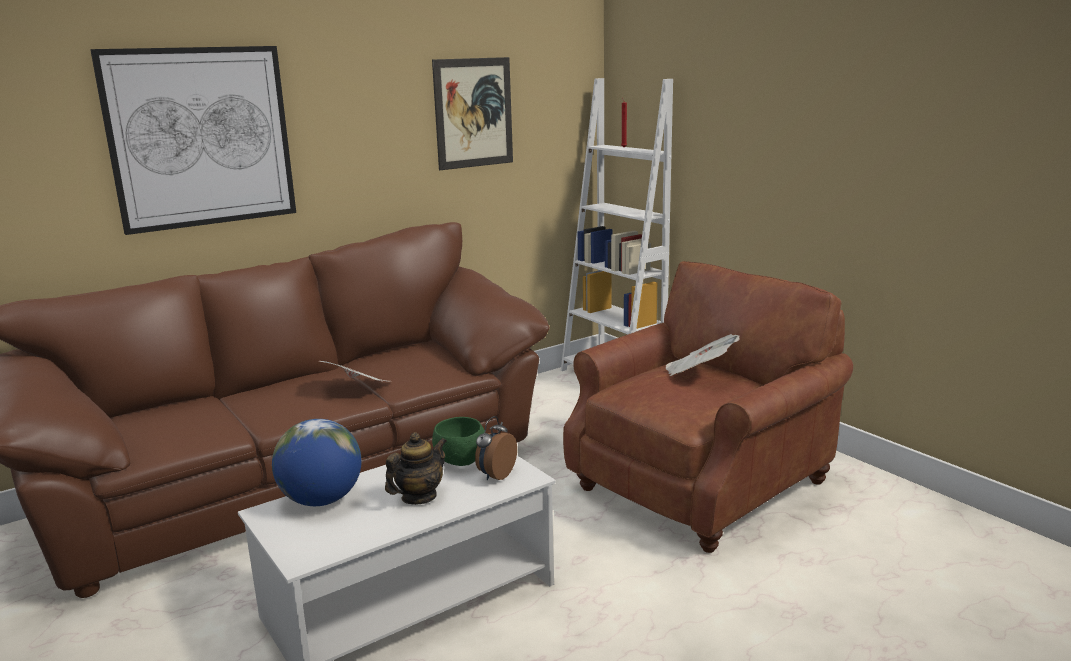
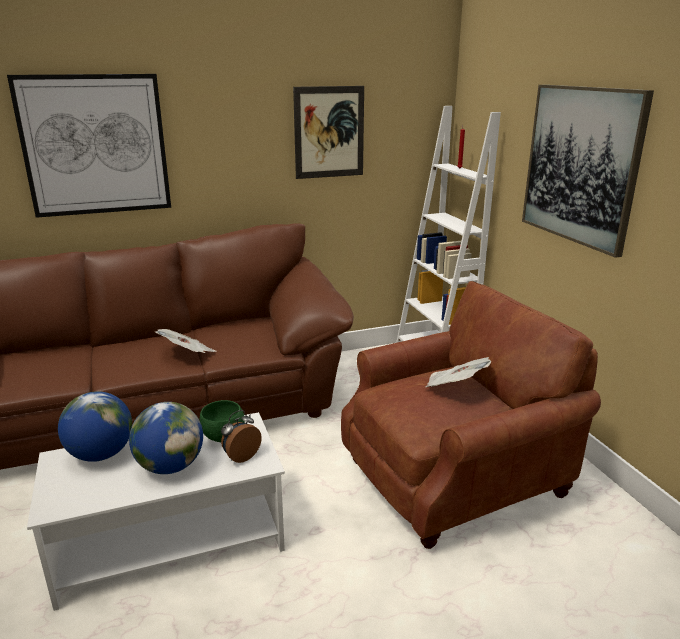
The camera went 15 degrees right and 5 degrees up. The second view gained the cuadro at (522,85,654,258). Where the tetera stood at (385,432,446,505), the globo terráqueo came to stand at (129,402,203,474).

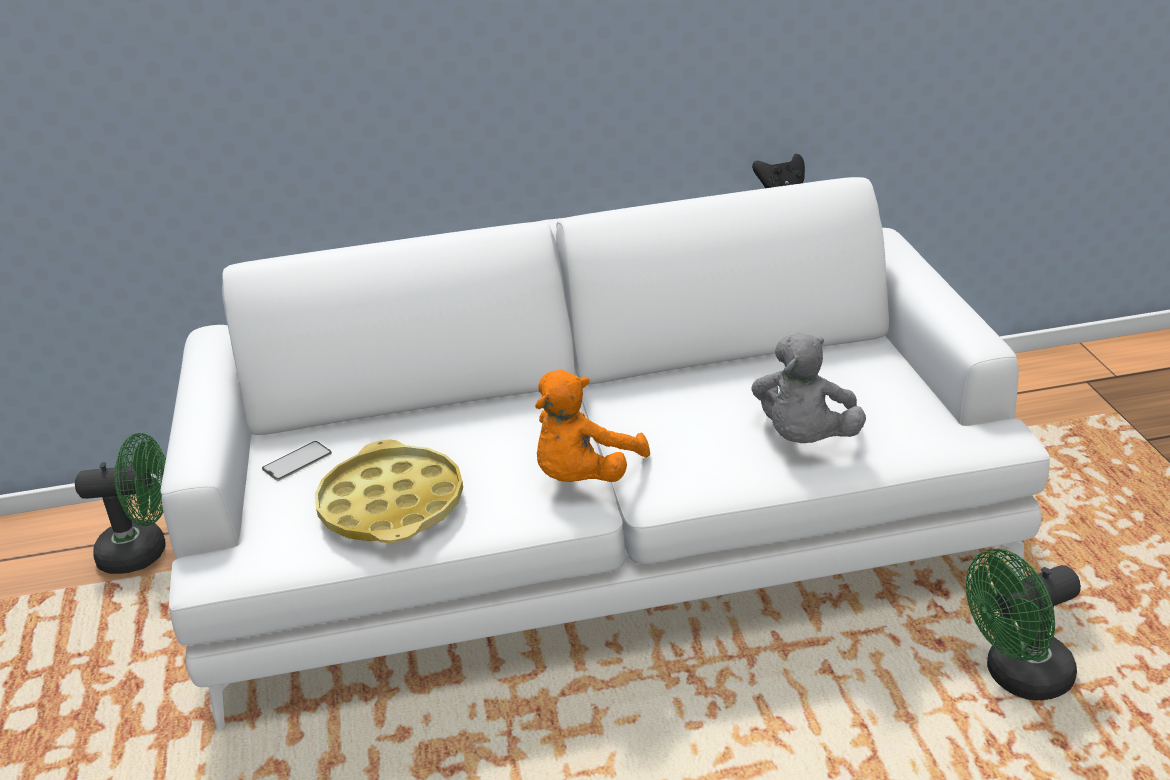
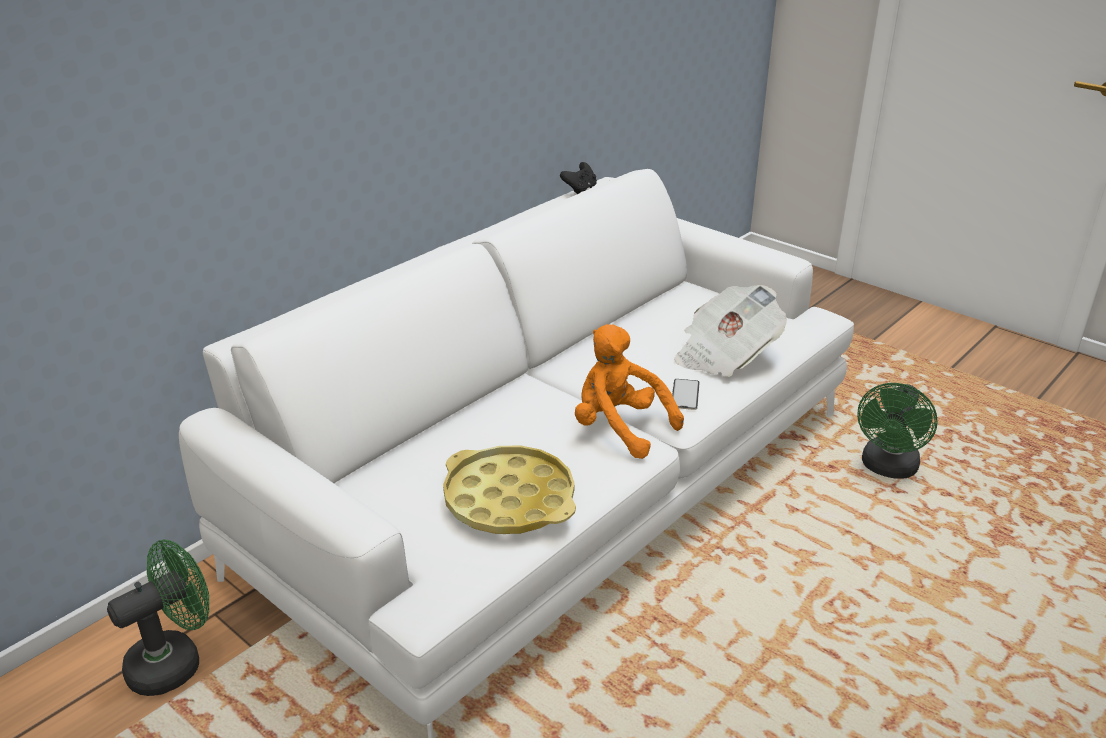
The camera went 40 degrees left and 0 degrees up. The móvil ended up elsewhere, having gone from (262,441,332,481) to (672,379,700,410). Where the peluche [gris] stood at (751,332,866,443), the periódico came to stand at (674,285,787,377). The peluche [naranja] at (535,369,650,482) ended up facing another way, 135 degrees clockwise from before.

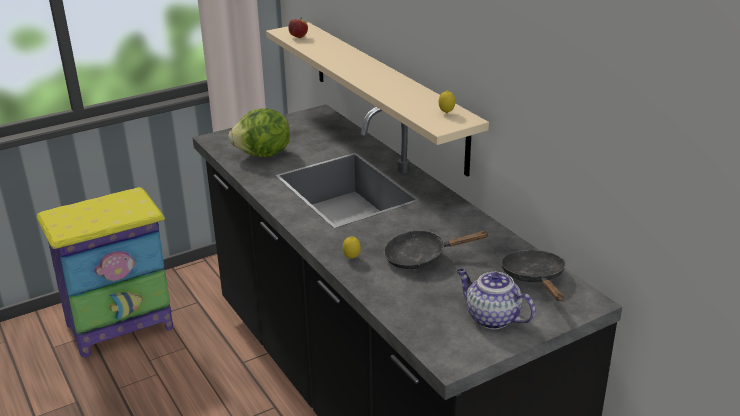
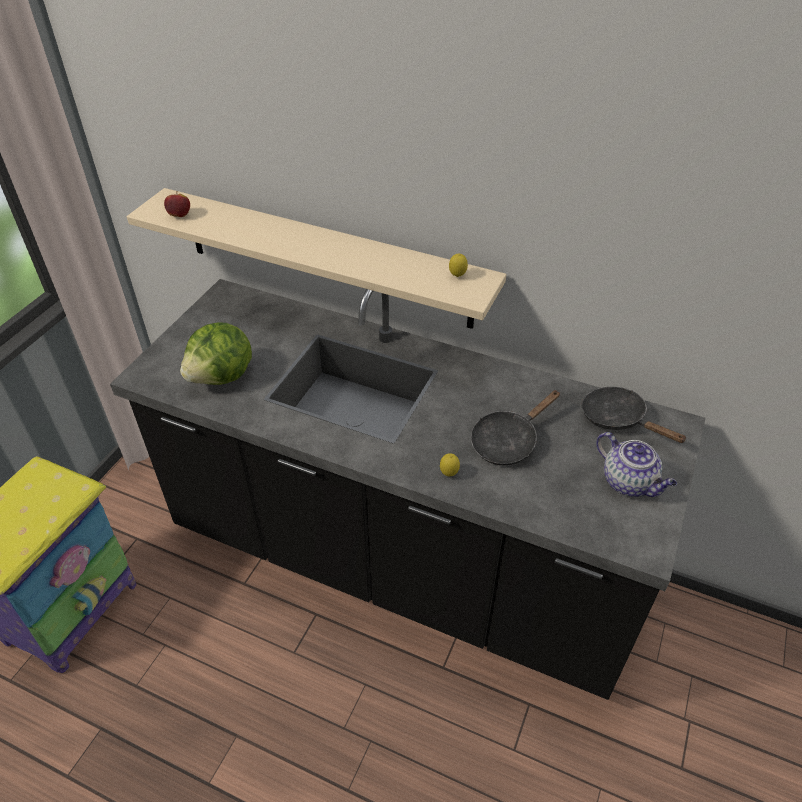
The camera went 35 degrees left and 15 degrees up. The tetera at (457,269,535,329) ended up facing another way, 135 degrees counterclockwise from before.

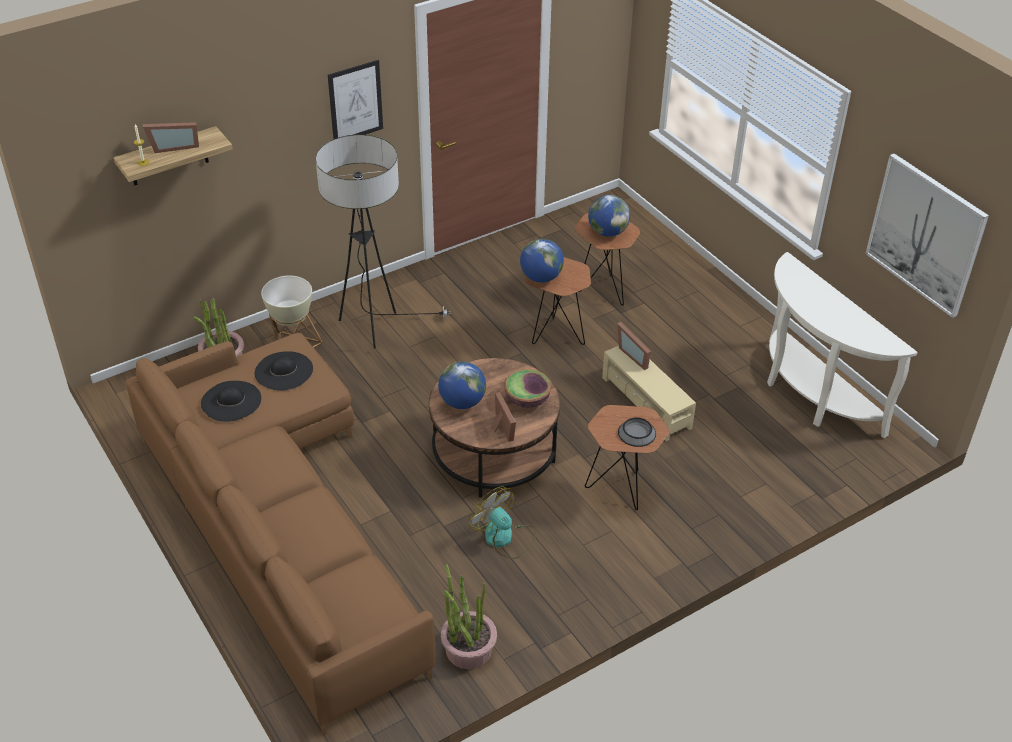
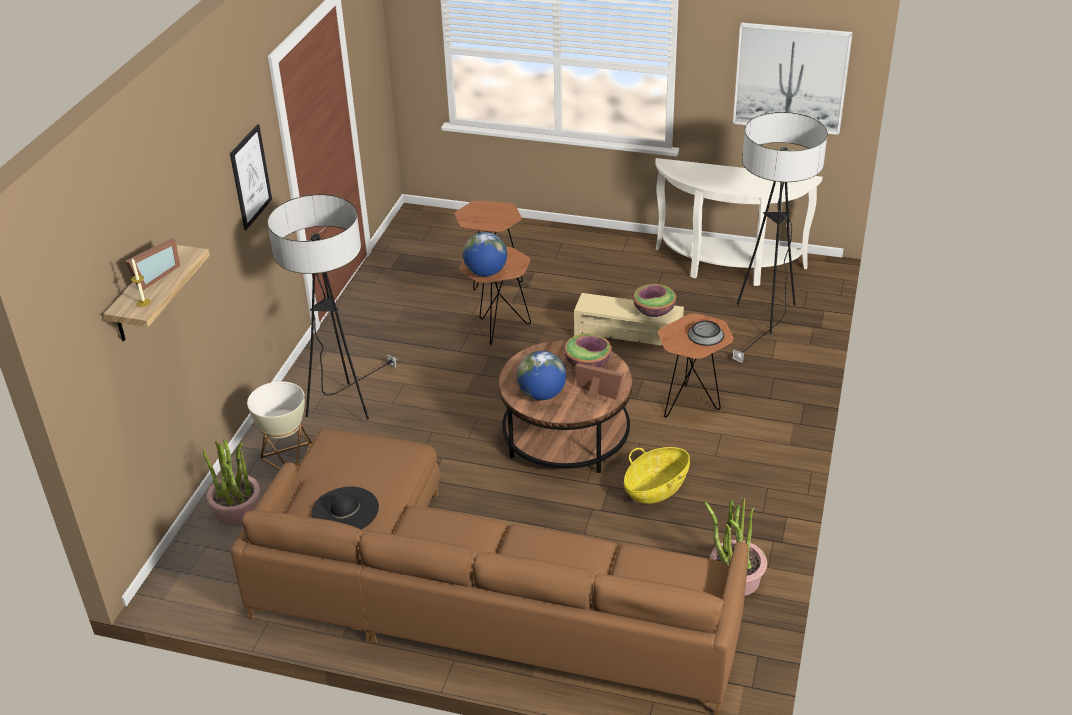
The camera went 40 degrees left and 5 degrees down. The second view lost the sombrero [negro] at (255,351,313,391). The second view lost the globo terráqueo at (588,195,630,237). The second view lost the portarretratos at (617,322,651,370). The second view gained the cuenco at (633,284,676,317). The second view gained the lámpara de pie at (733,112,828,363). Where the ventilador stood at (469,486,536,559), the cesta came to stand at (624,447,690,504).

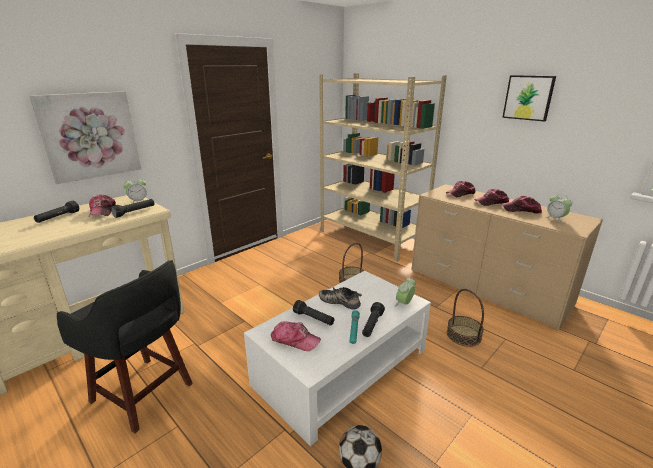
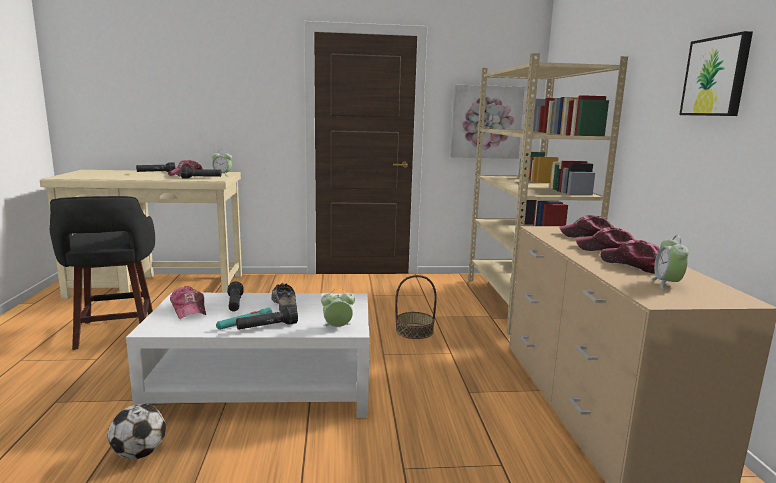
The camera went 40 degrees right and 10 degrees down. The second view lost the cesta at (447,289,484,347). The cuadro ended up elsewhere, having gone from (30,91,141,184) to (450,85,525,159).

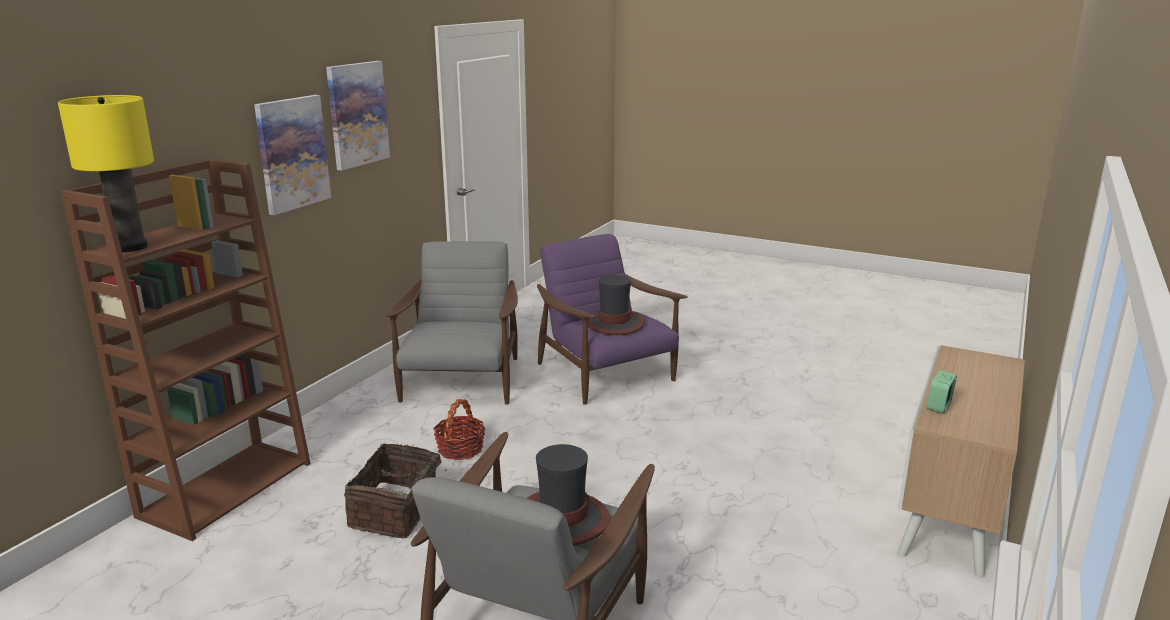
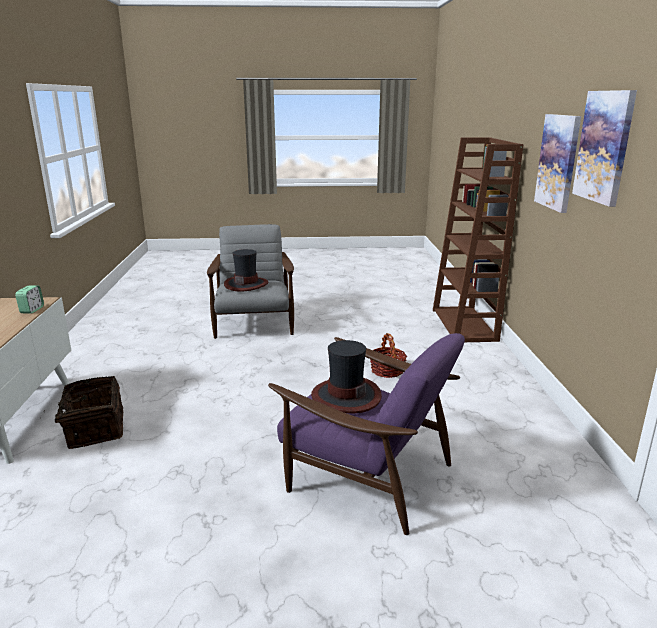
The camera went 150 degrees right and 0 degrees up. The second view lost the lámpara de mesa [amarillo] at (58,95,154,252). The second view lost the sillón [gris] at (386,241,518,405). The cesta ended up elsewhere, having gone from (344,443,454,539) to (40,376,123,449).

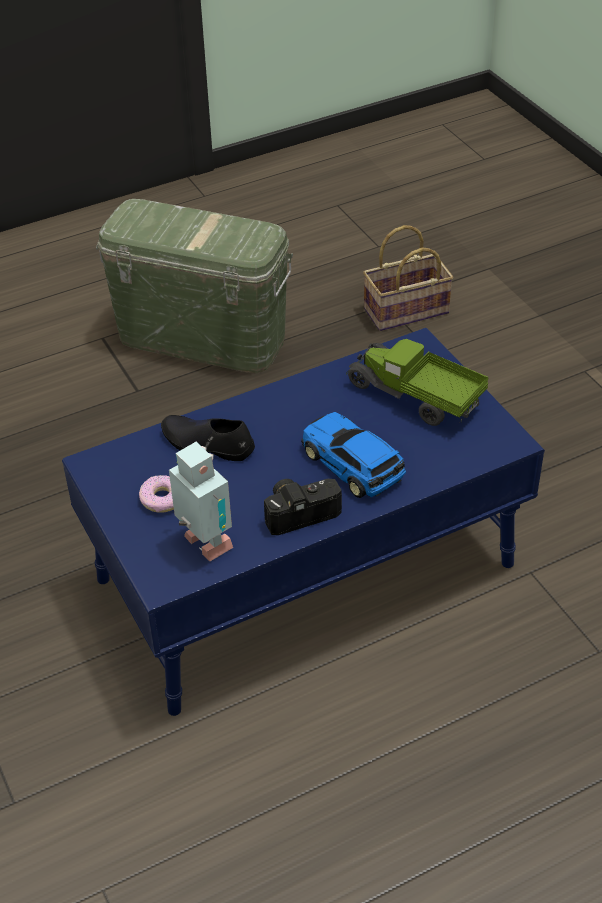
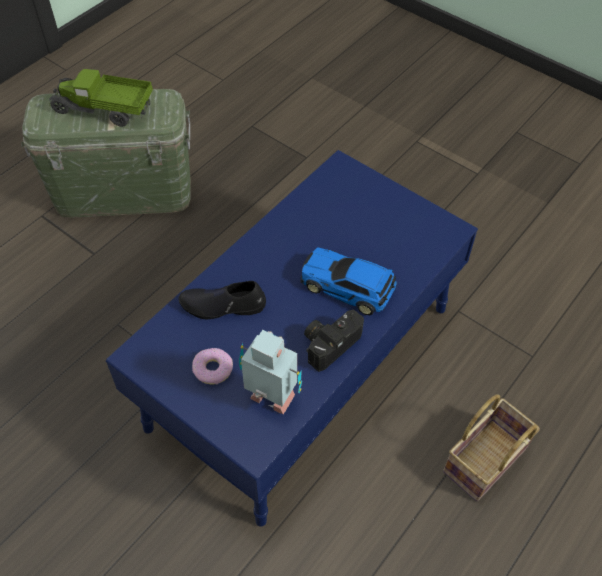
The camera went 25 degrees left and 10 degrees up. The camión de juguete ended up elsewhere, having gone from (346,339,489,426) to (49,69,153,127). The cesta ended up elsewhere, having gone from (363,225,453,331) to (443,394,540,501).

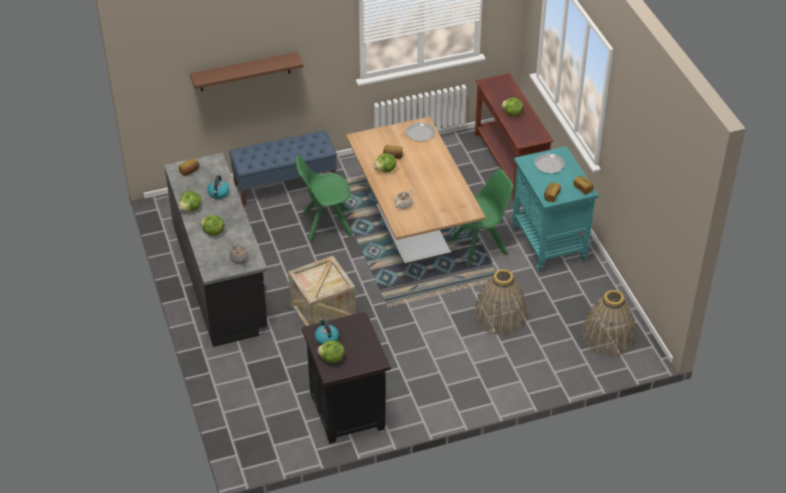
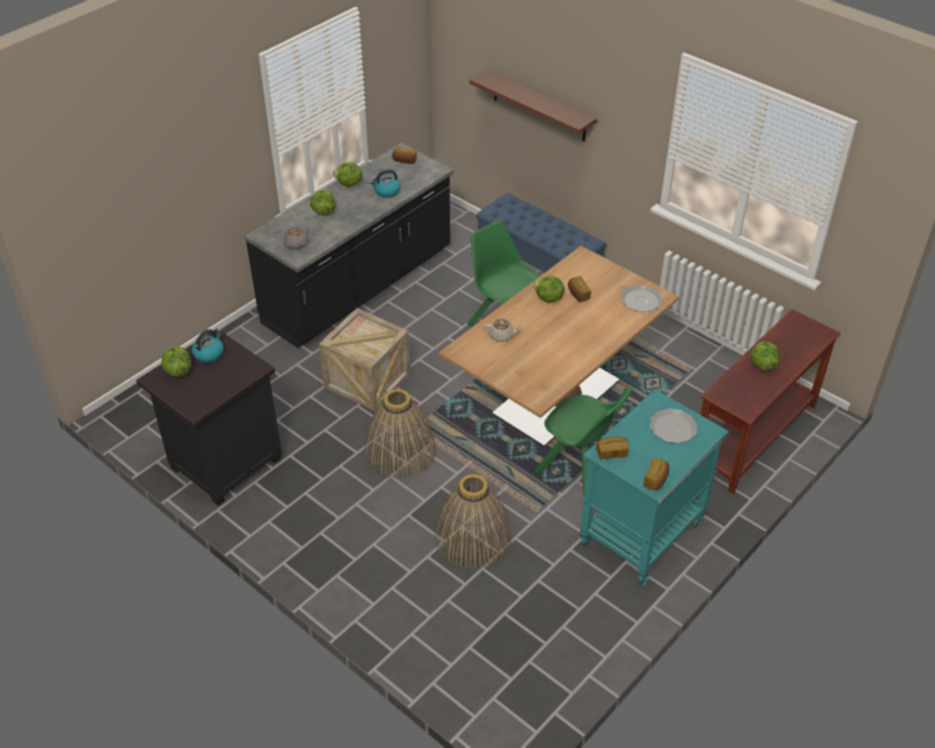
The camera went 60 degrees right and 0 degrees up. The cesta ended up elsewhere, having gone from (581,290,636,357) to (364,389,436,479).

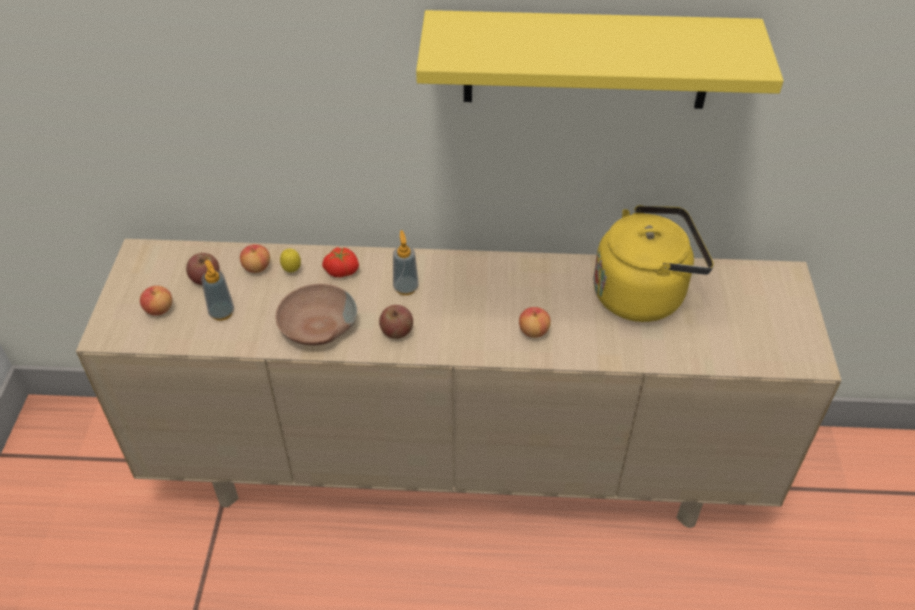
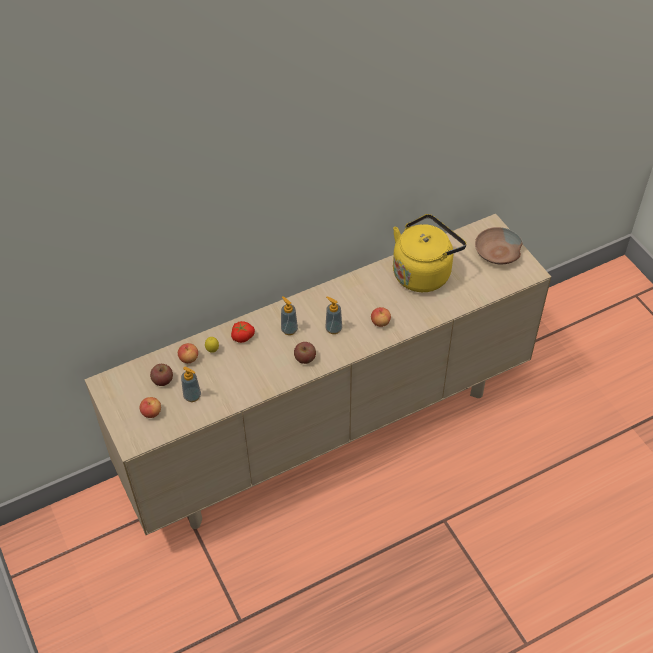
The camera went 30 degrees left and 5 degrees up. The second view lost the estante [amarillo] at (416,10,783,109). The second view gained the dispensador de jabón at (325,297,342,334). The cuenco [marrón] ended up elsewhere, having gone from (275,284,357,345) to (475,227,523,264).

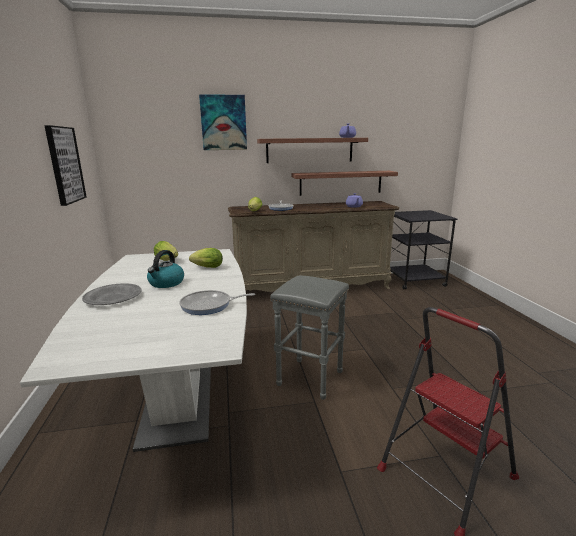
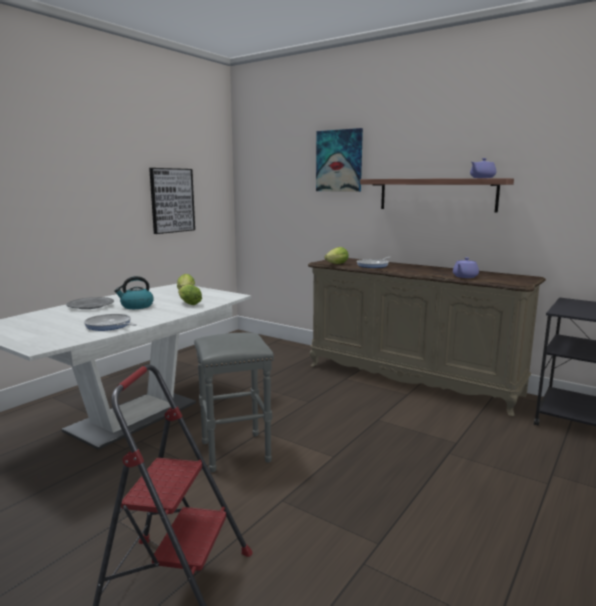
The camera went 45 degrees right and 5 degrees down. The second view lost the estante at (291,171,398,196).

